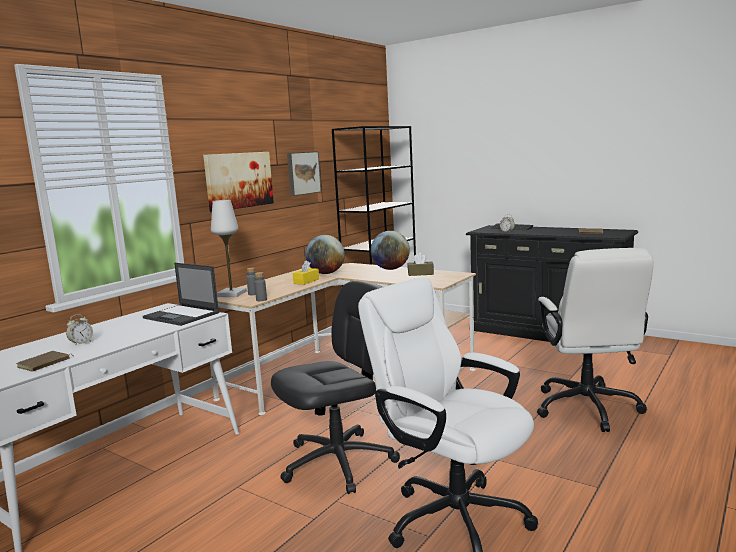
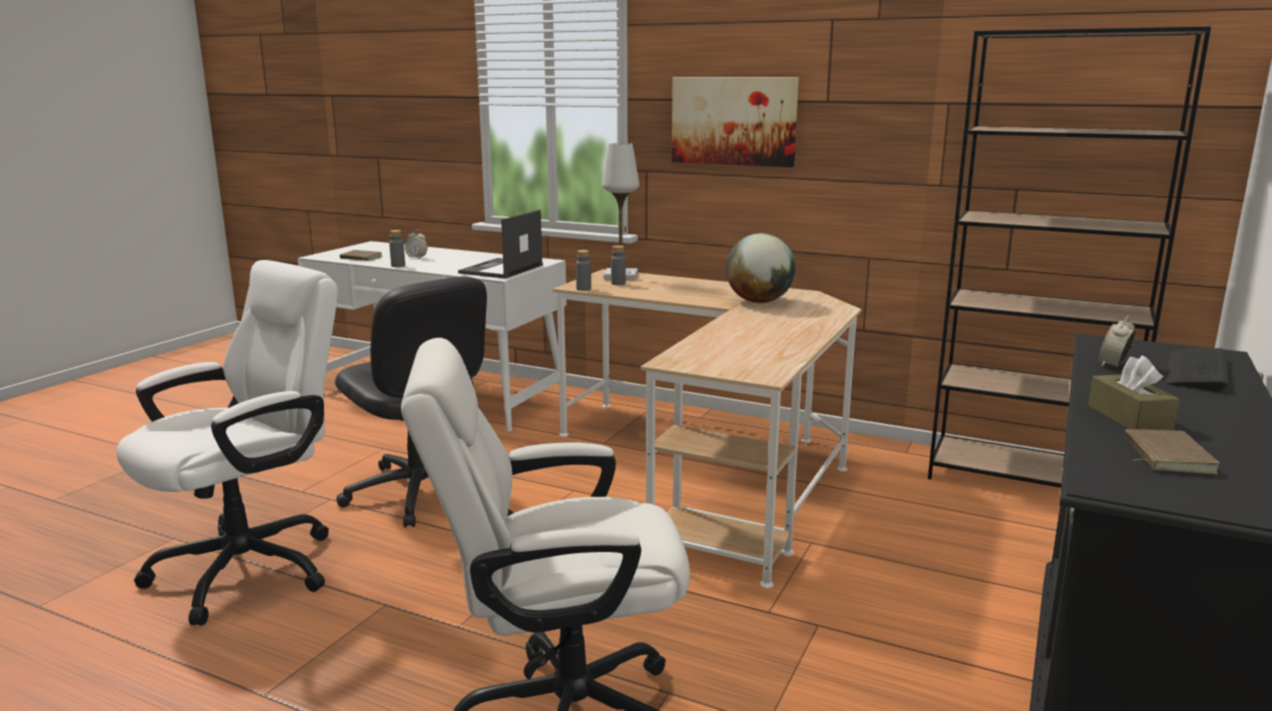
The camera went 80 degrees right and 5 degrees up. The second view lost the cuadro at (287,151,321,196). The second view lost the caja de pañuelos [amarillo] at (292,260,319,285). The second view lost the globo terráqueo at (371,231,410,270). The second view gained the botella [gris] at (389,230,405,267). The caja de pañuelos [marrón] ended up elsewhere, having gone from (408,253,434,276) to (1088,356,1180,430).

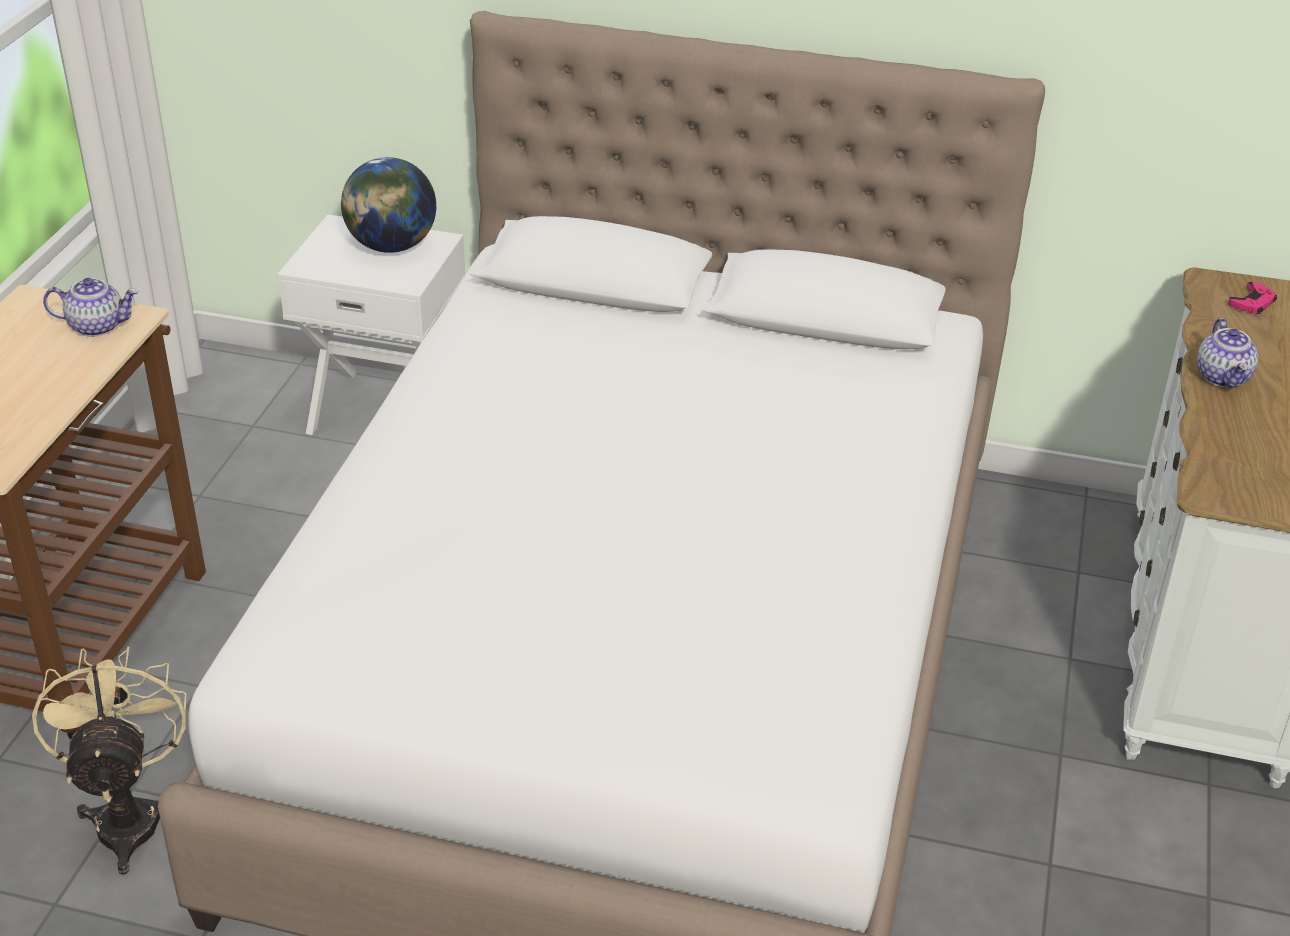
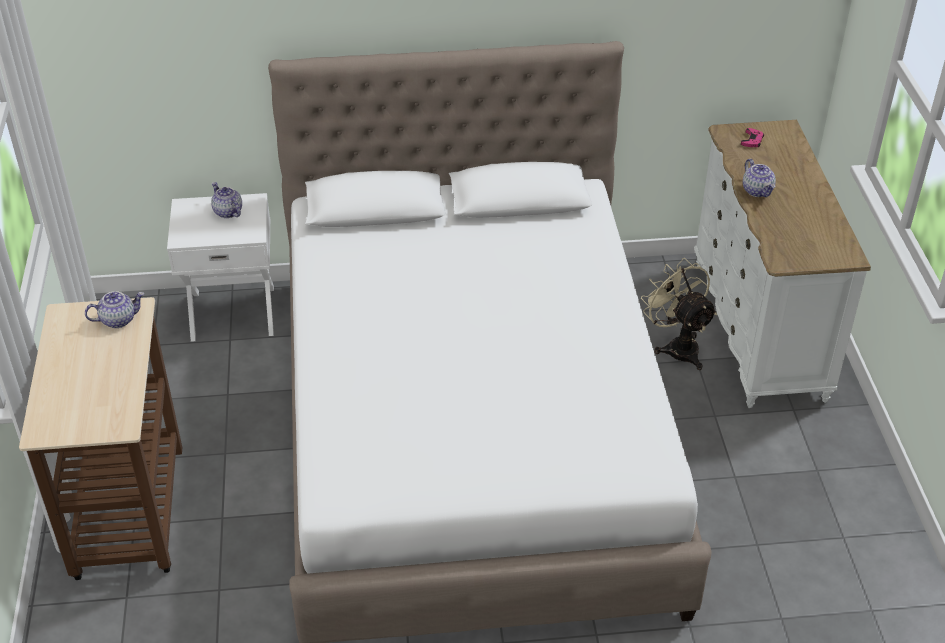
The camera went 20 degrees left and 5 degrees up. The ventilador [beis] ended up elsewhere, having gone from (32,646,186,875) to (641,258,717,370). Where the globo terráqueo stood at (341,157,436,253), the tetera came to stand at (211,182,242,218).

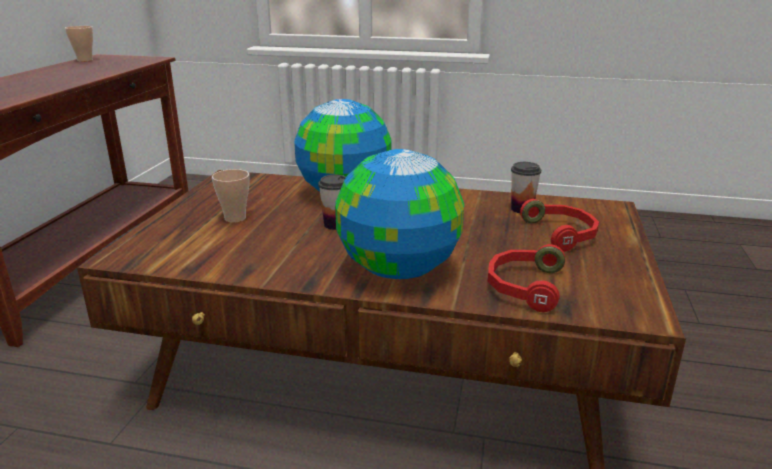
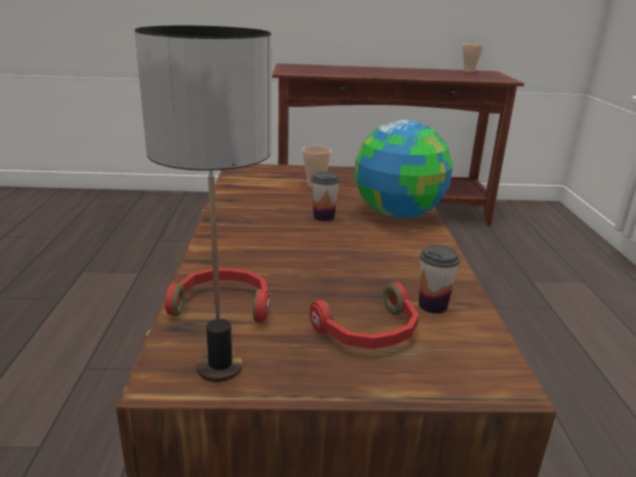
The camera went 75 degrees right and 0 degrees up. The second view lost the globo terráqueo at (335,149,464,279). The second view gained the lámpara de mesa at (135,25,271,382).

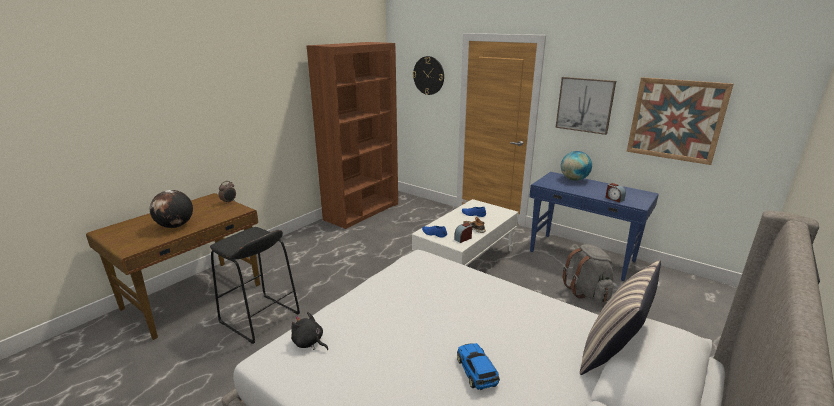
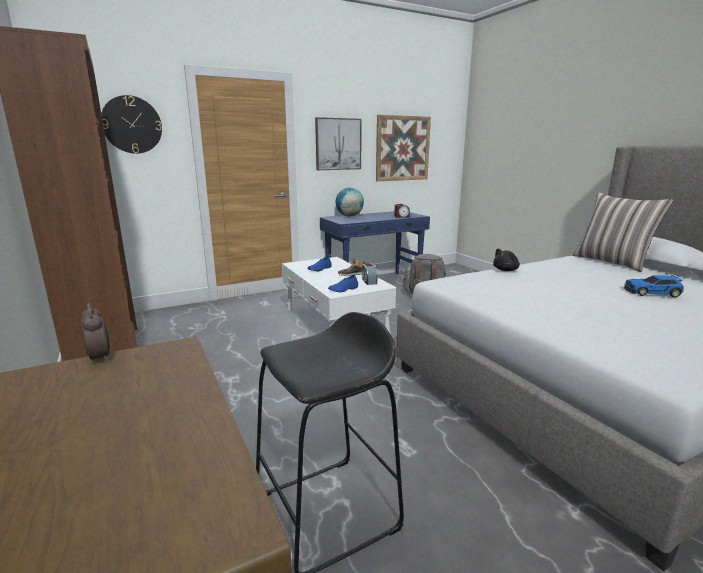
The camera went 65 degrees left and 5 degrees down. The second view lost the globo terráqueo at (150,190,193,228). The peluche [negro] ended up elsewhere, having gone from (291,312,328,350) to (493,248,520,271).

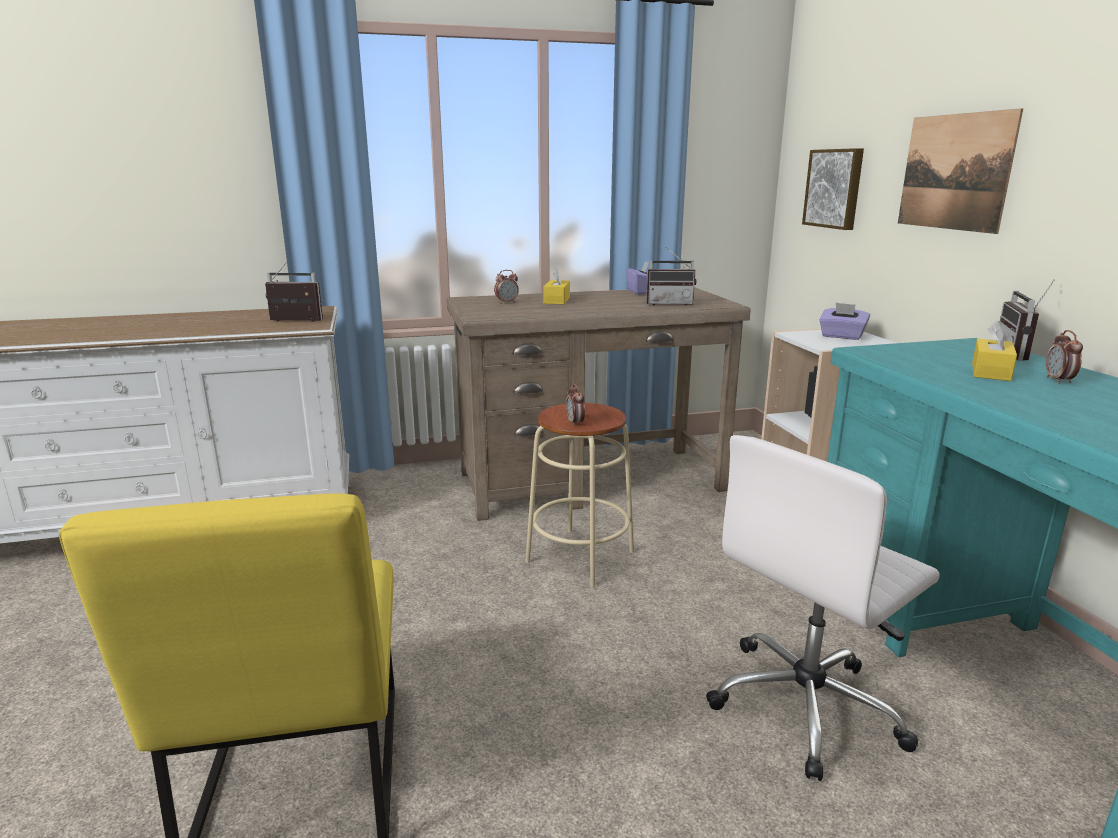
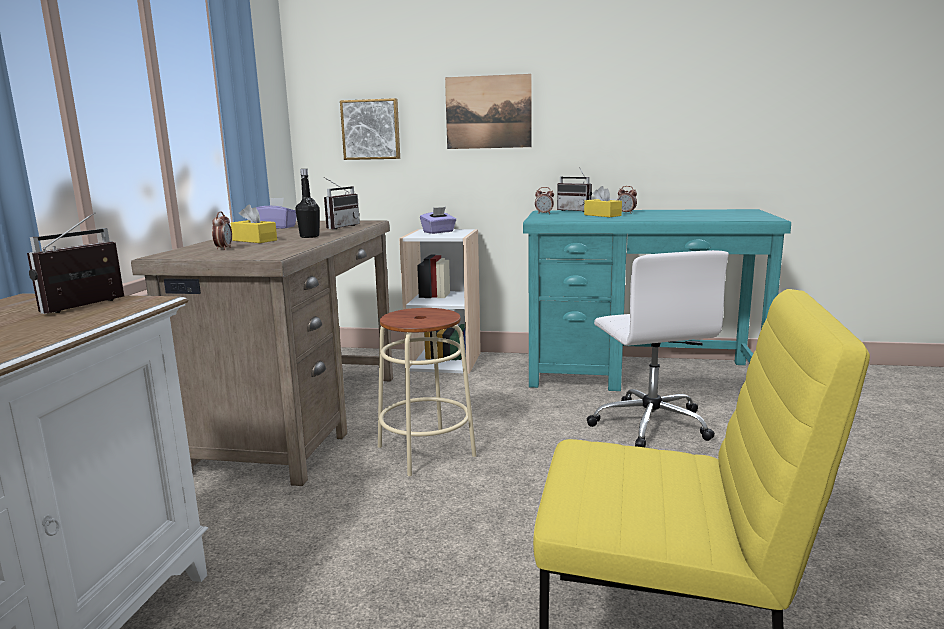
The camera went 65 degrees left and 5 degrees down. The second view gained the botella [negro] at (295,169,319,238). The despertador ended up elsewhere, having gone from (566,384,585,427) to (535,187,554,214).

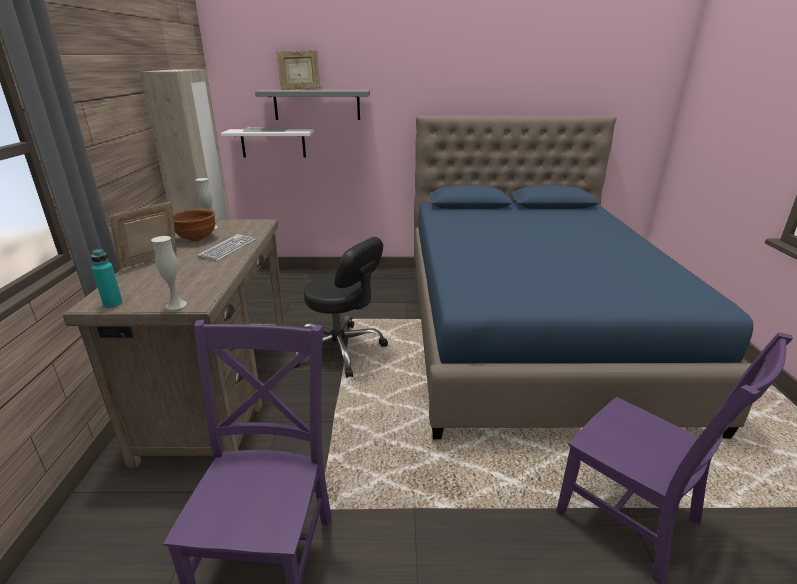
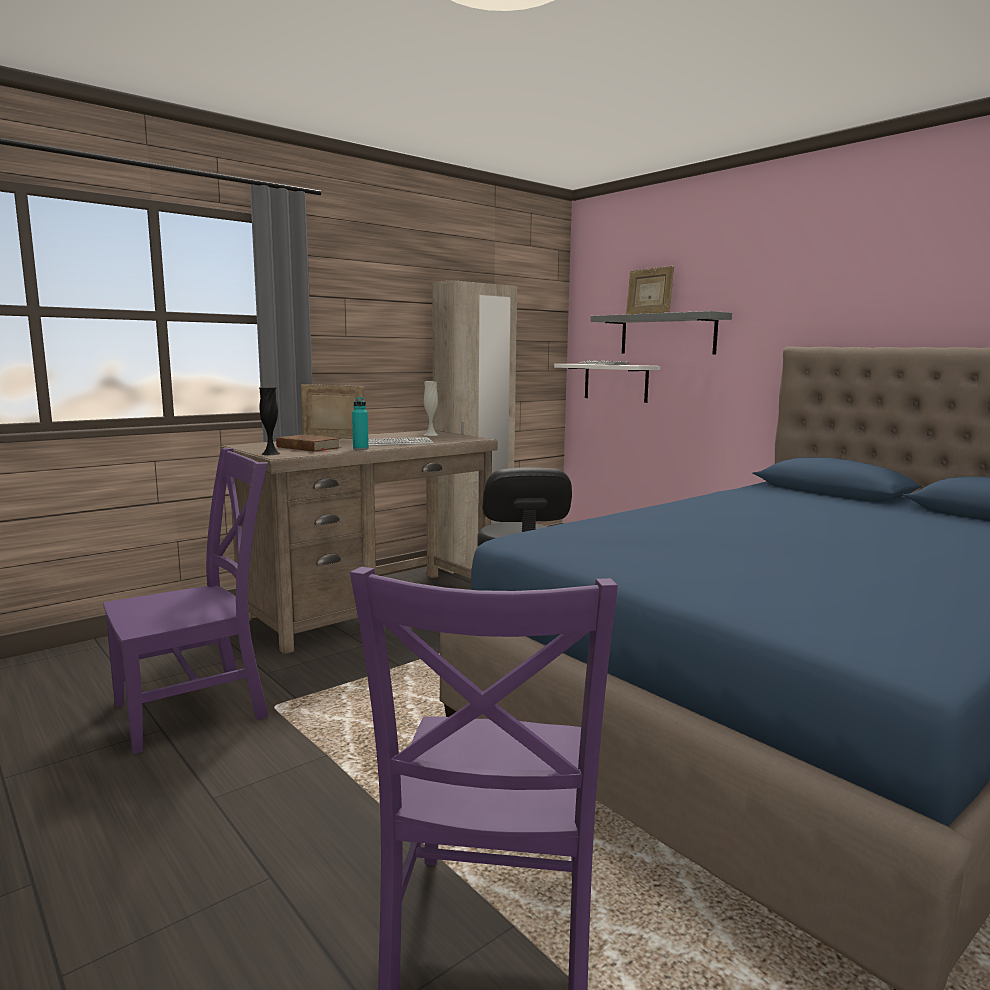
The camera went 50 degrees right and 15 degrees down. The second view lost the cuenco [marrón] at (173,209,215,242). The second view gained the libro [marrón] at (276,434,341,452). The botella [turquesa] ended up elsewhere, having gone from (91,249,123,308) to (352,397,369,450). What was the florero [blanco] at (151,236,187,310) turned into the florero [negro] at (259,387,281,455).

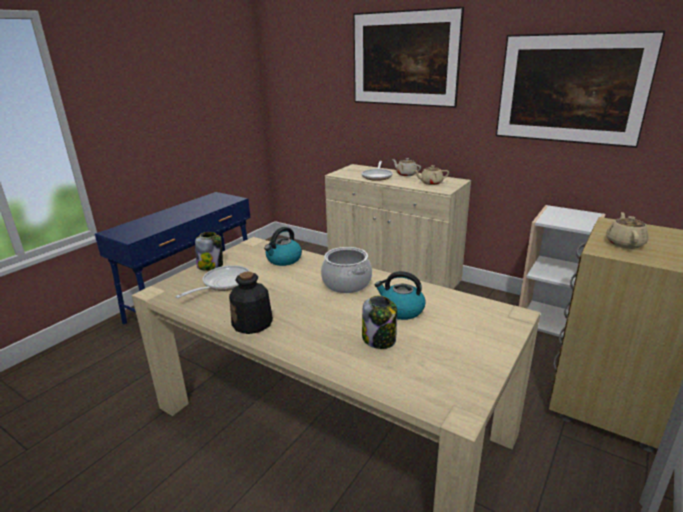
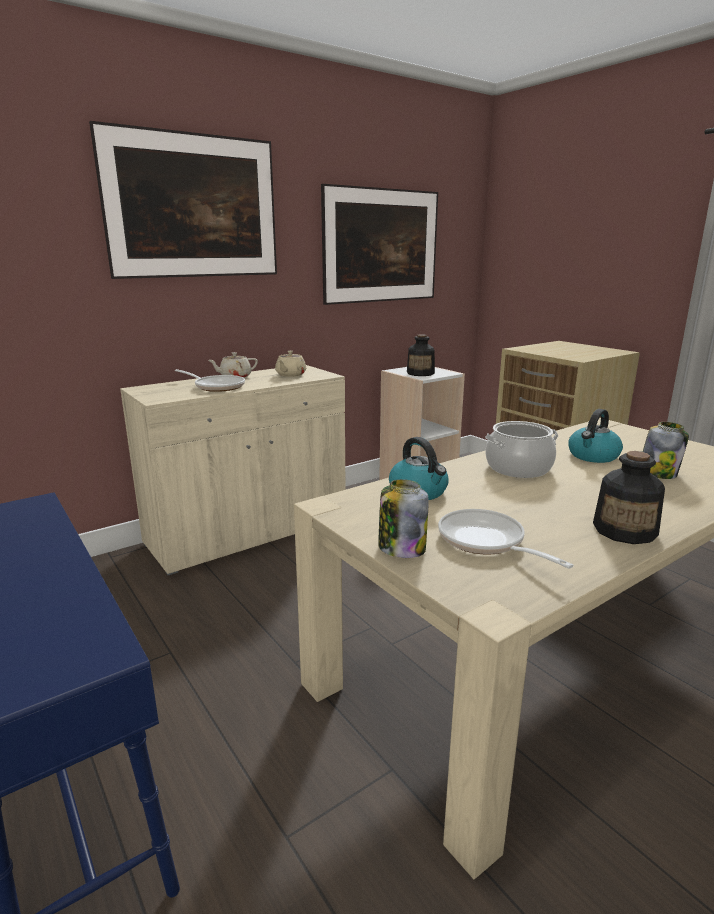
The camera went 70 degrees left and 5 degrees down. The second view lost the tetera [beis] at (606,212,649,249). The second view gained the botella at (407,334,435,376).

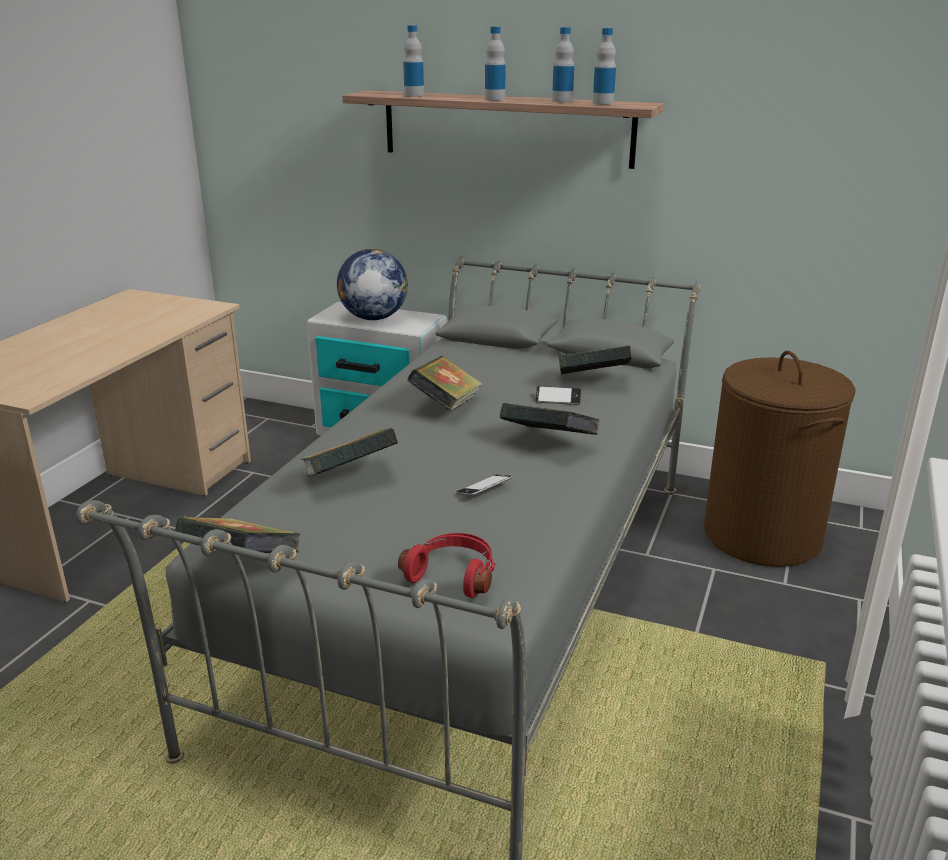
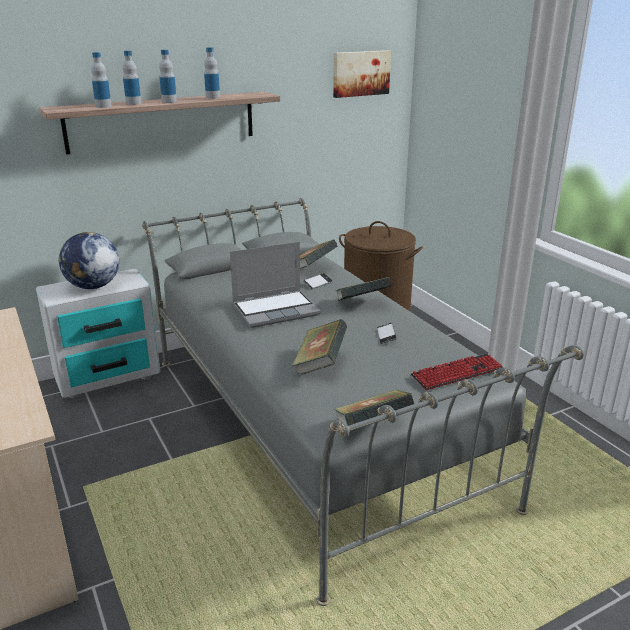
The camera went 50 degrees left and 0 degrees up. The second view gained the cuadro at (333,50,391,98). The botella ended up elsewhere, having gone from (593,28,616,105) to (123,50,141,105). Where the auriculares [rojo] stood at (398,533,495,598), the teclado came to stand at (411,354,502,390). Where the libro stood at (407,356,483,411), the portátil came to stand at (230,242,321,328).

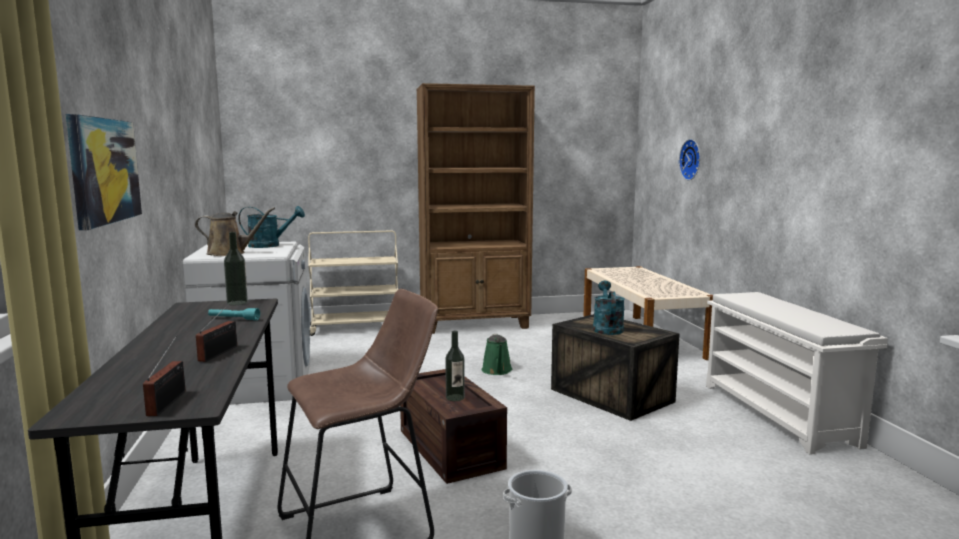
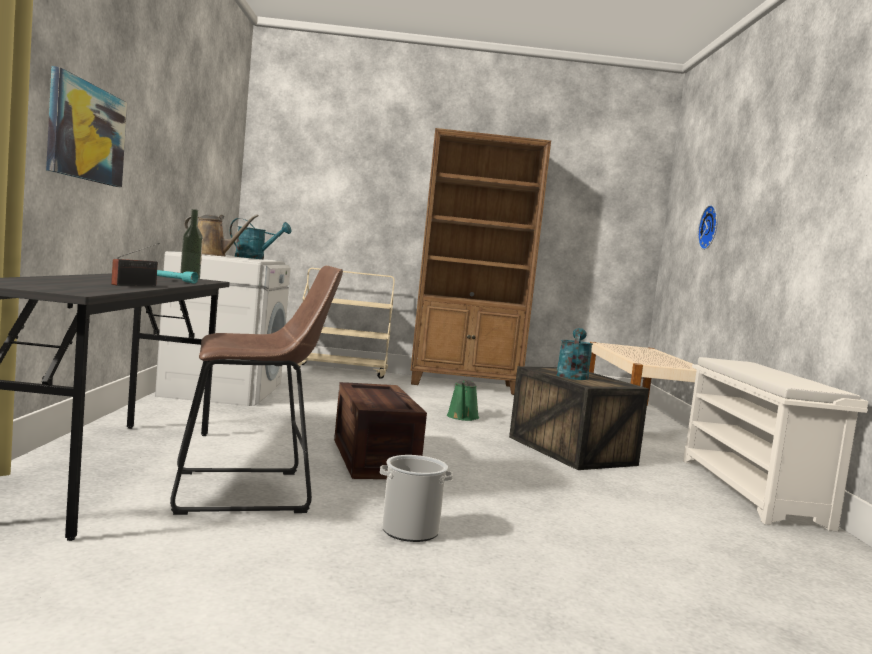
The camera went 10 degrees right and 5 degrees down. The second view lost the radio at (143,335,185,416). The second view lost the botella at (445,331,465,401).

